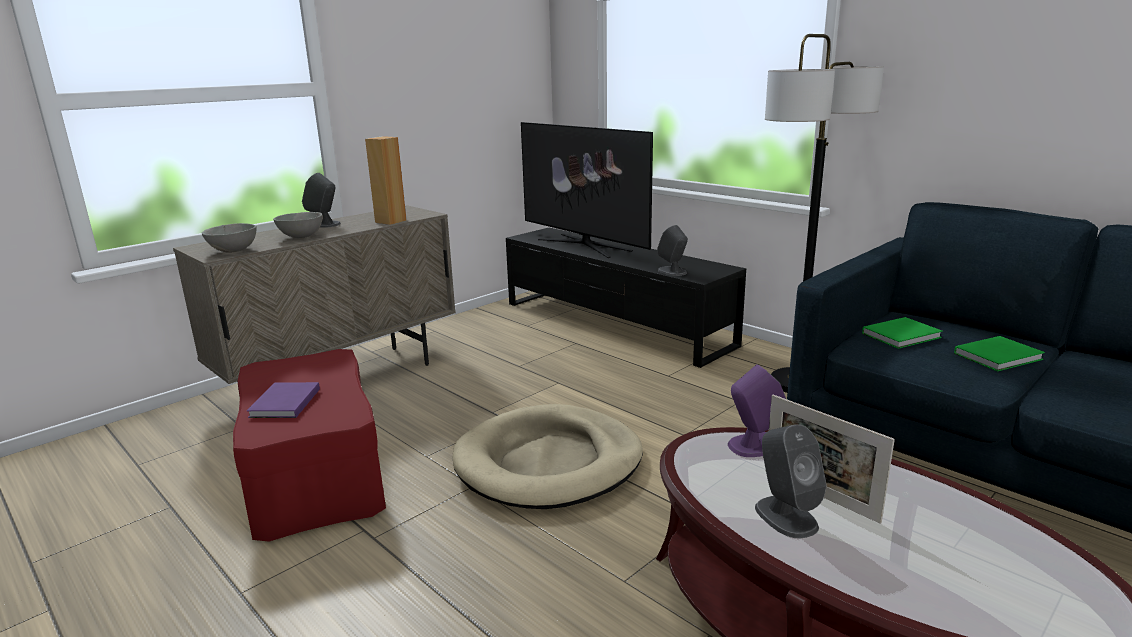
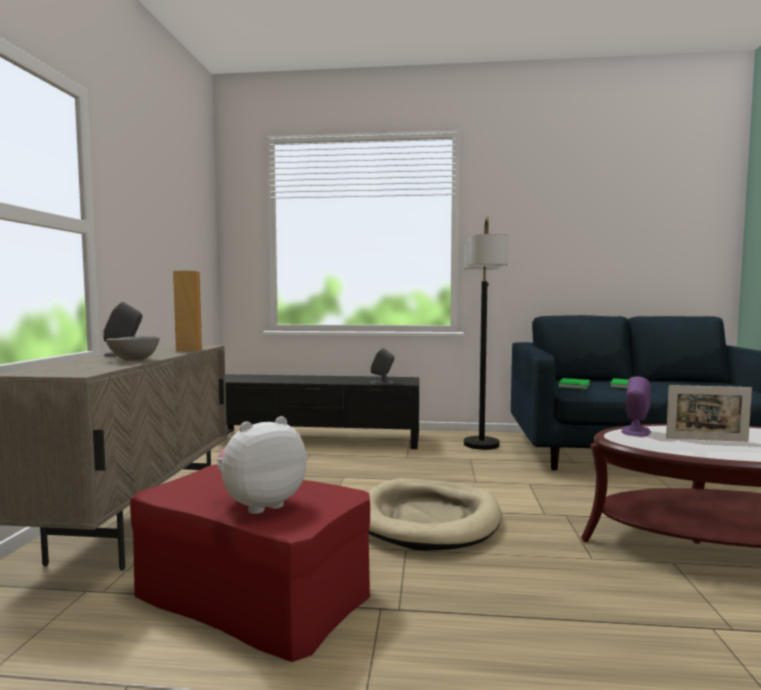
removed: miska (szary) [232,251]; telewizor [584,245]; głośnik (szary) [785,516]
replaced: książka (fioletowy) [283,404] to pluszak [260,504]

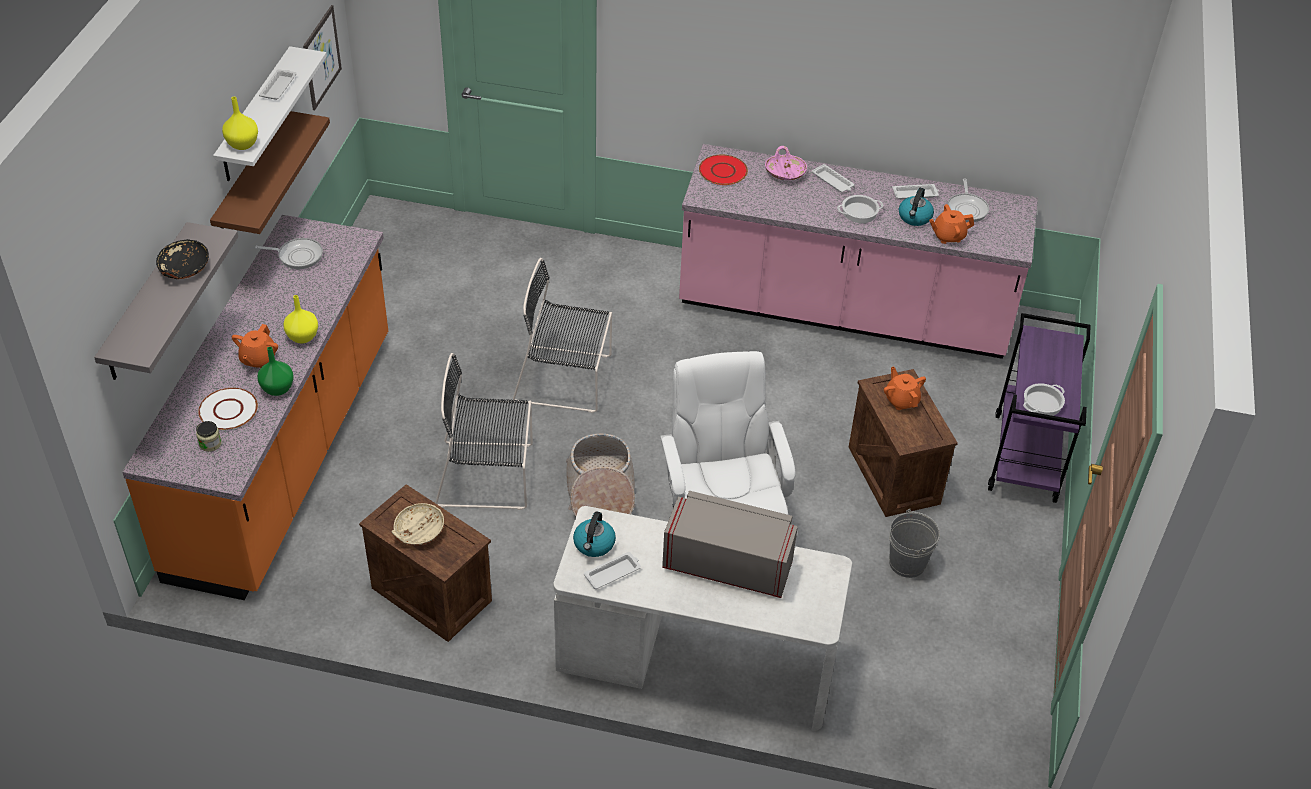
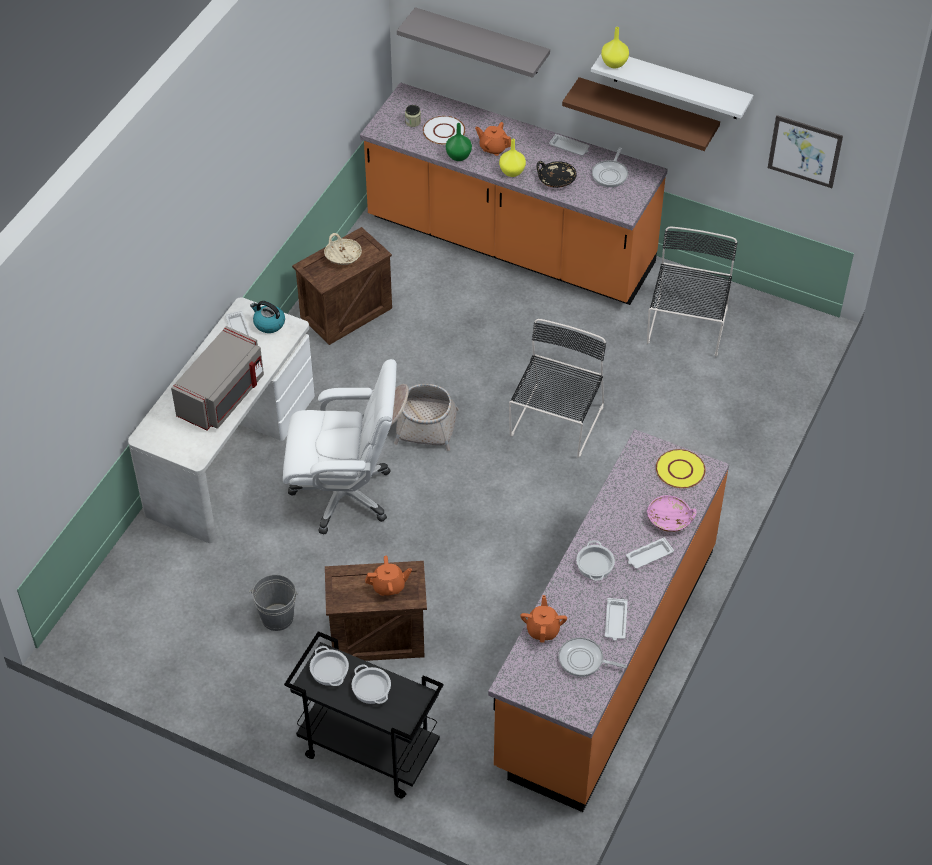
removed: czajnik [914,217]
added: garnek [372,688]
moved: miska (czarny) [184,268] to [556,179]; taca (biały) [279,87] to [570,147]; krzesło (czarny) [489,475] to [686,327]
recoloured: zabudowa kuchenna (różowy) [844,311] to zabudowa kuchenna (pomarańczowy) [605,657]; talerz (czerwony) [722,171] to talerz (żółty) [680,469]; wózek (fioletowy) [1026,458] to wózek (czarny) [367,752]

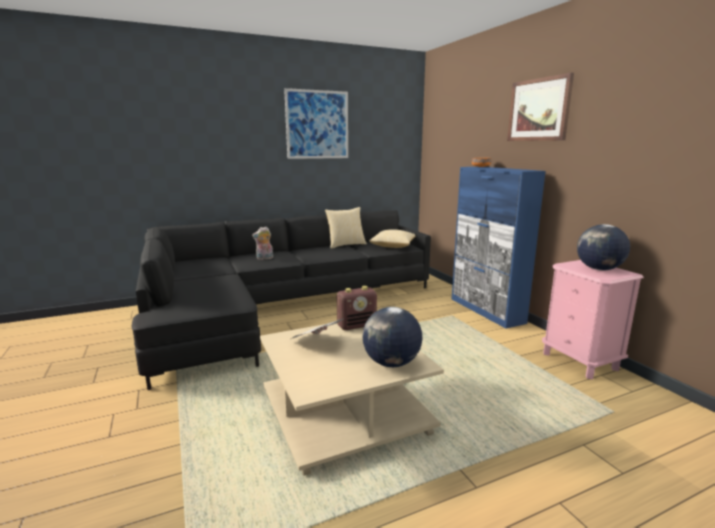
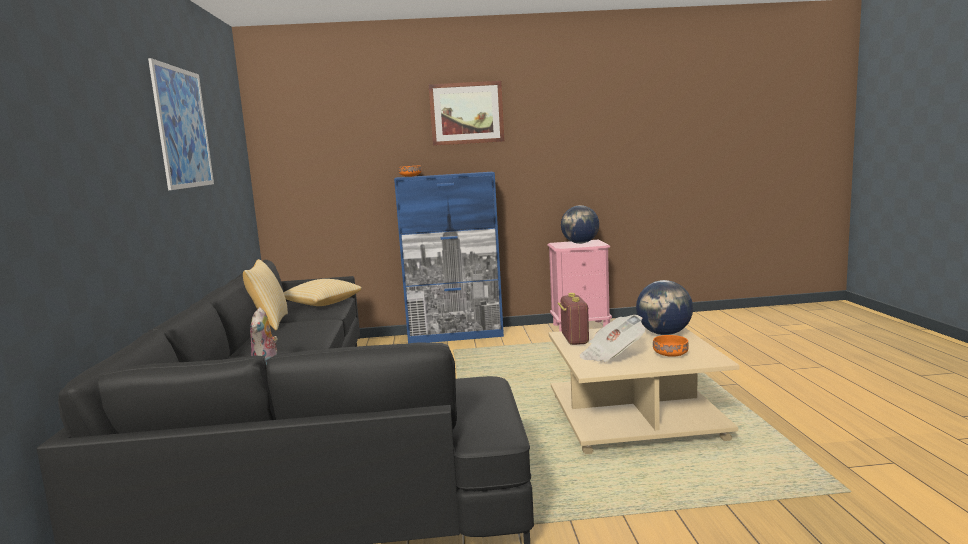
added: miska (pomarańczowy) [671,355]

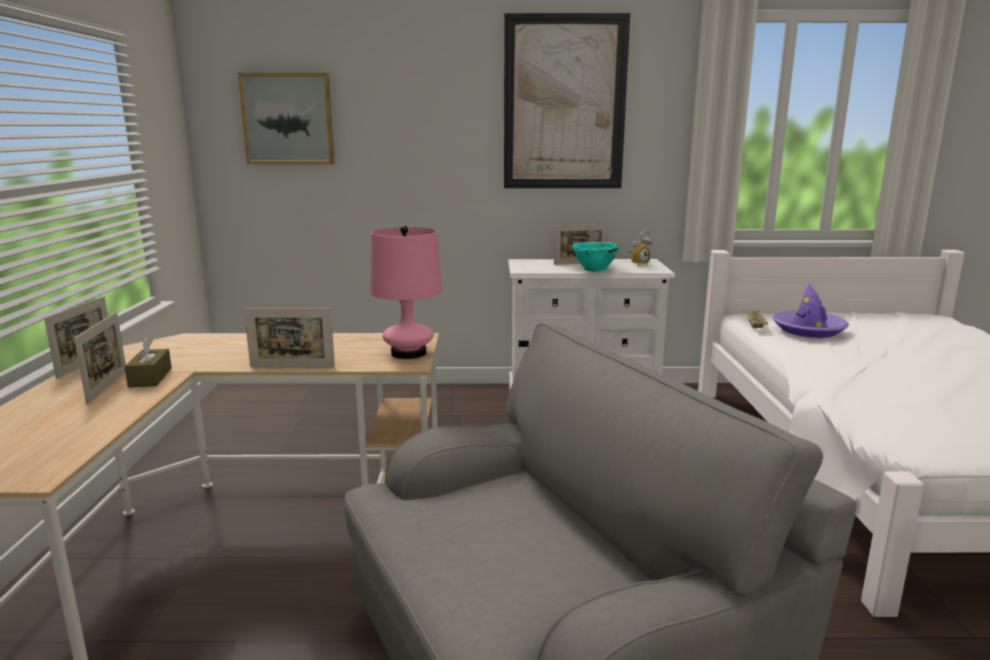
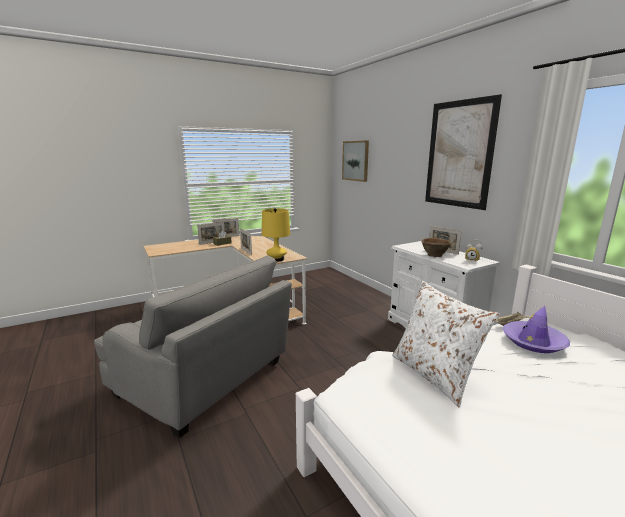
added: poduszka (biały) [434,375]
recoloured: lampa stołowa (różowy) [408,353] to lampa stołowa (żółty) [276,259]; miska (turkusowy) [594,269] to miska (brązowy) [434,255]

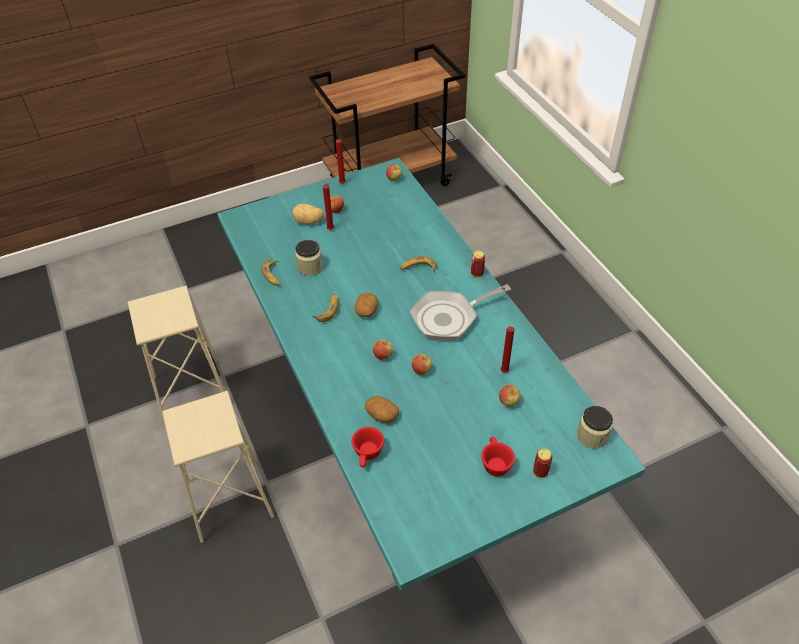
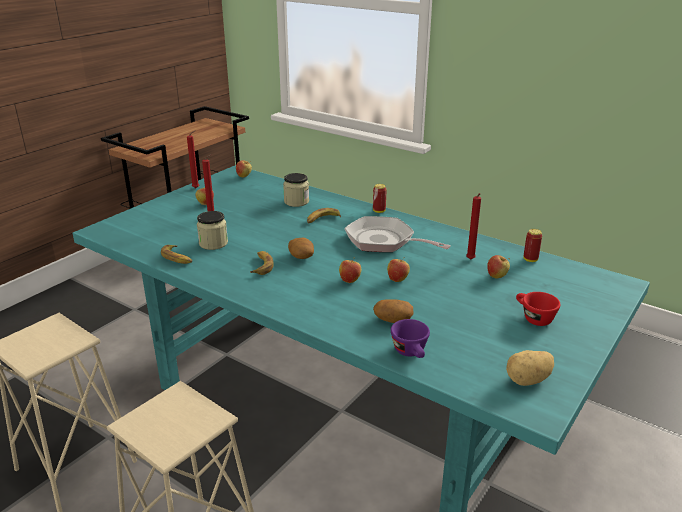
moved: ziemniak [308,222] to [528,380]; puszka [540,472] to [530,259]; słoik [592,435] to [296,202]
recoloured: filiżanka (czerwony) [368,455] to filiżanka (fioletowy) [411,353]
turned: patelnia [448,318] = [384,241] 90 degrees clockwise

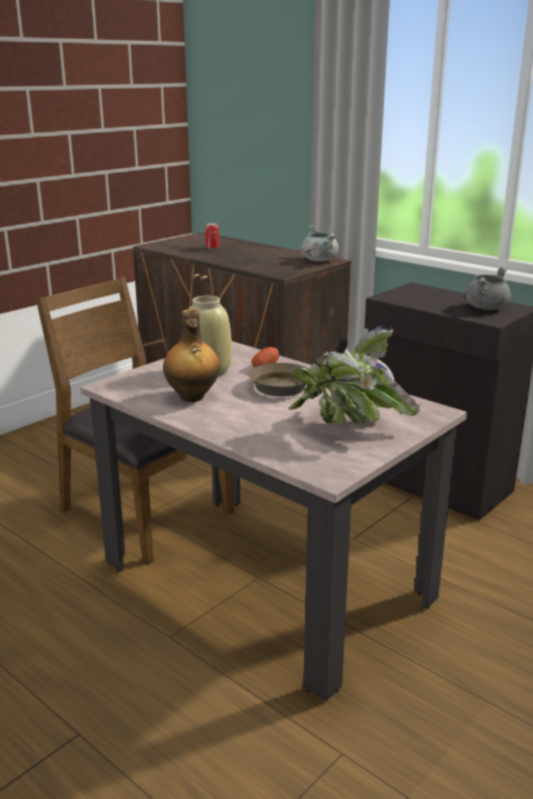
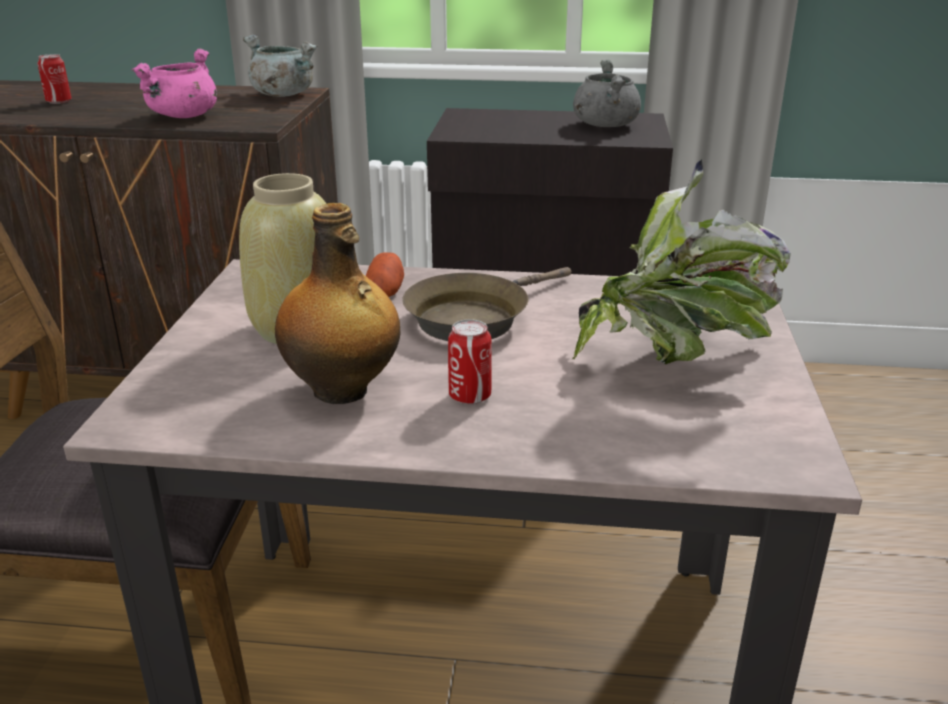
added: garnek (różowy) [183,116]; puszka [470,396]

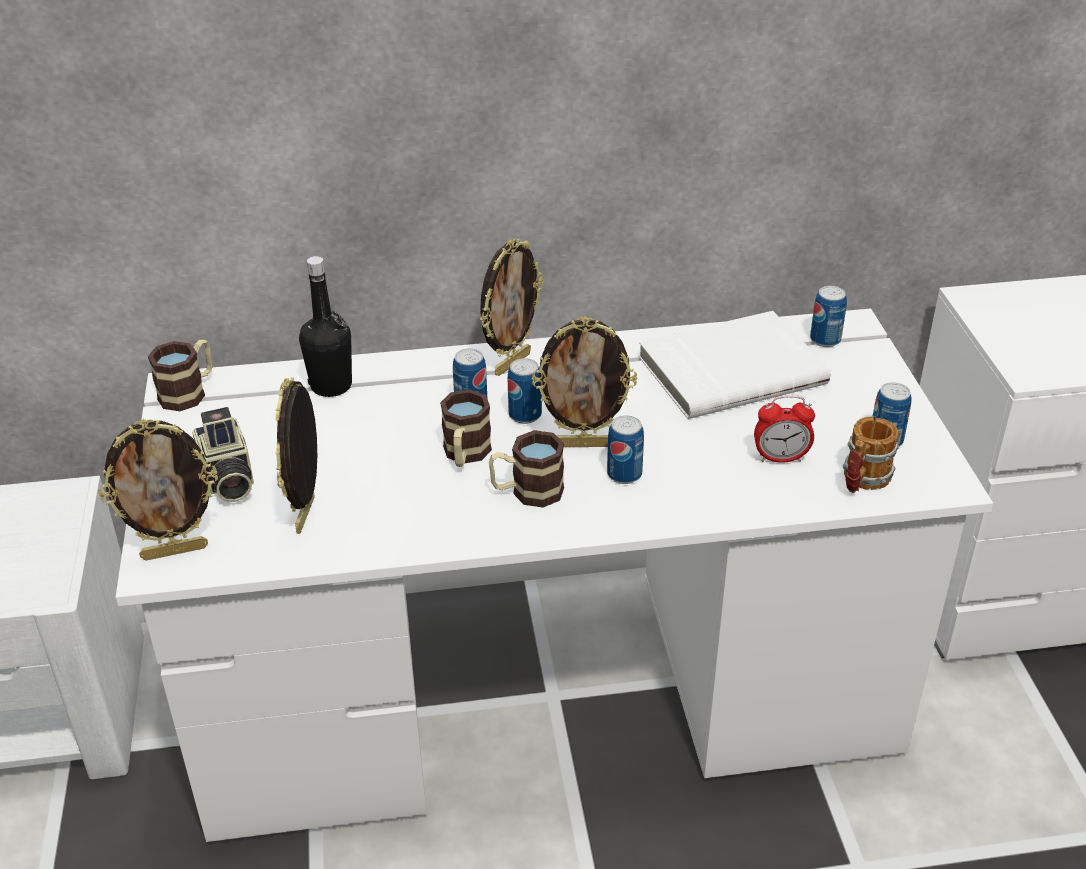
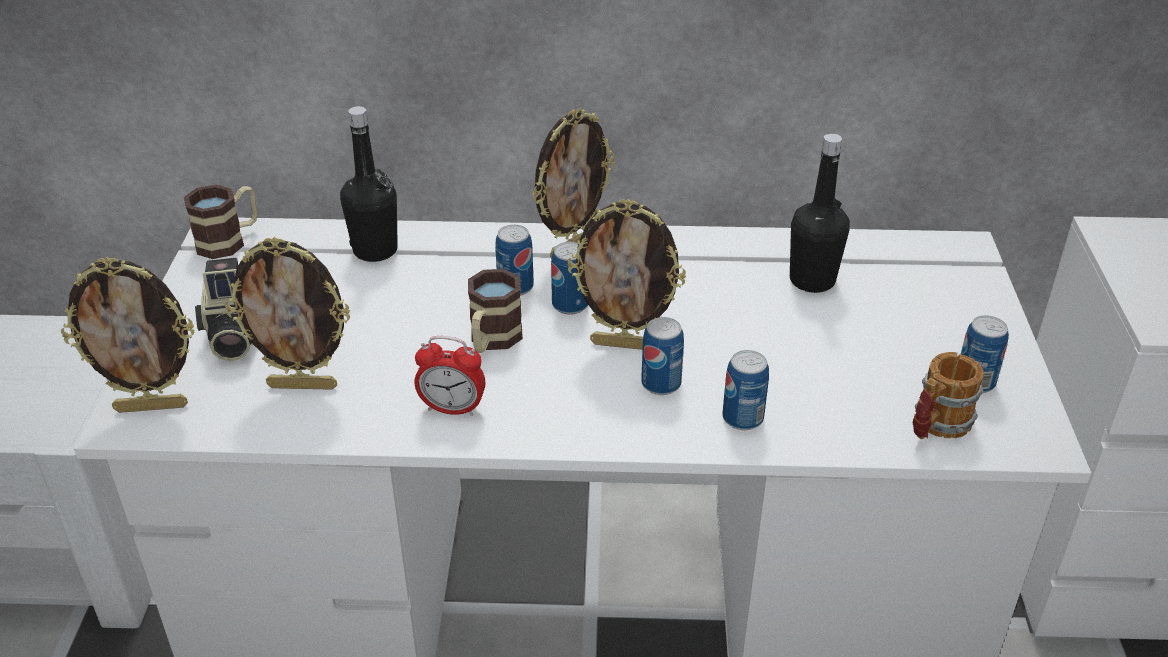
removed: kubek [527,492]
moved: budzik [780,458] to [452,409]; puszka [825,340] to [742,418]
replaced: książka (biały) [730,369] to butelka (czarny) [812,280]
turned: ramka na zdjęcie [308,515] = [303,385] 105 degrees counterclockwise

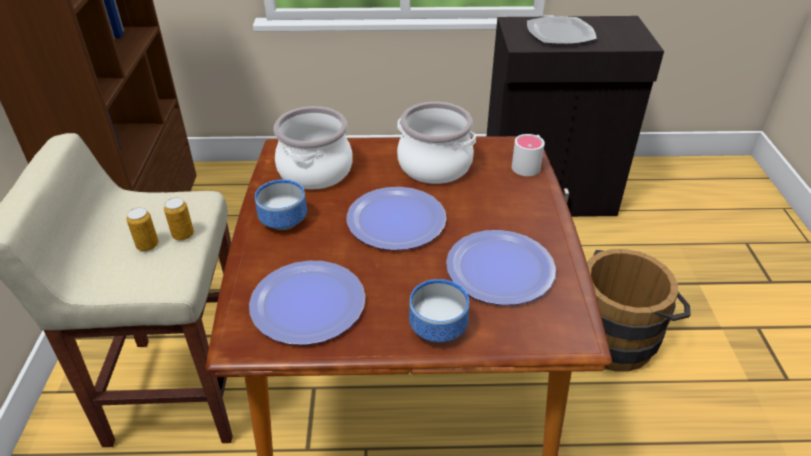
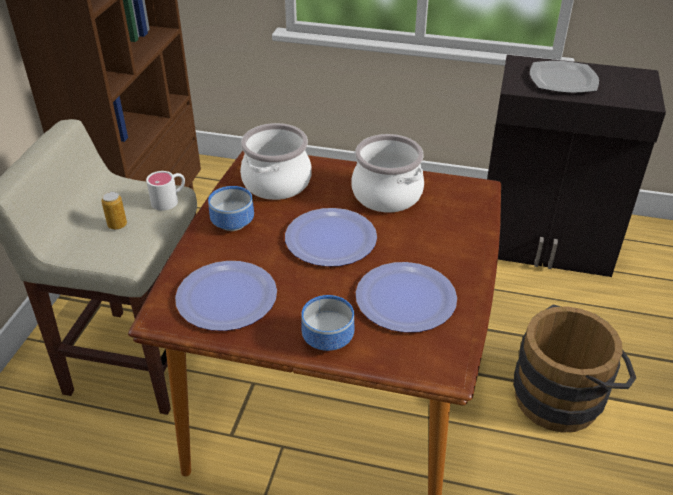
removed: puszka [183,235]
moved: kubek (biały) [528,164] to [170,199]

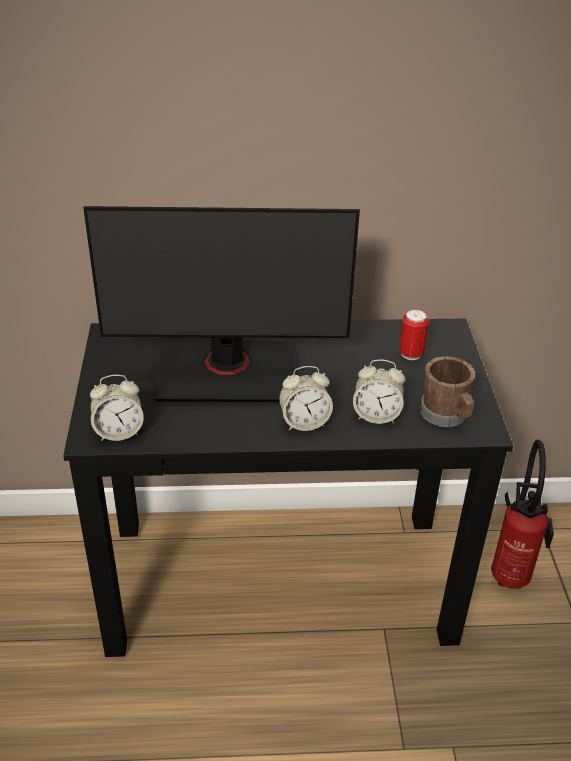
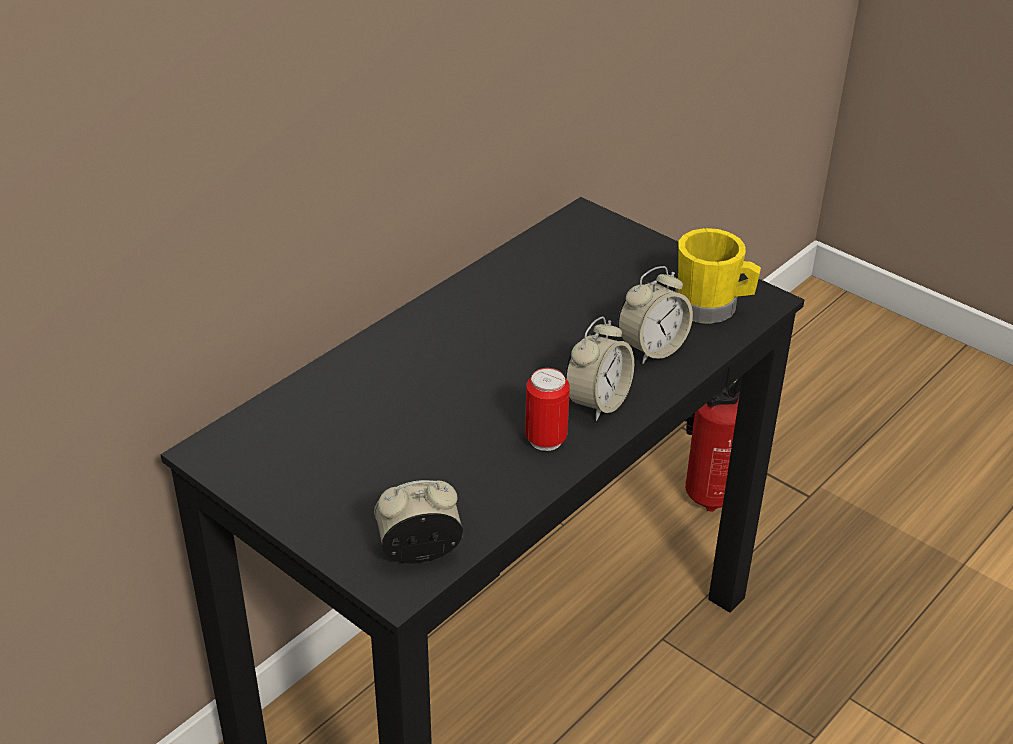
removed: monitor [227,371]
moved: puszka [411,354] to [545,440]
recoloured: kubek (brązowy) [446,416] to kubek (żółty) [712,307]
turned: budzik [119,432] = [420,553] 135 degrees counterclockwise

